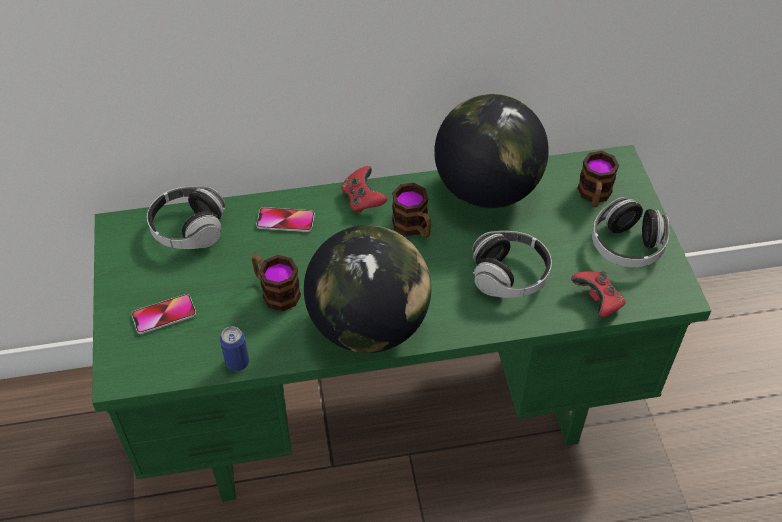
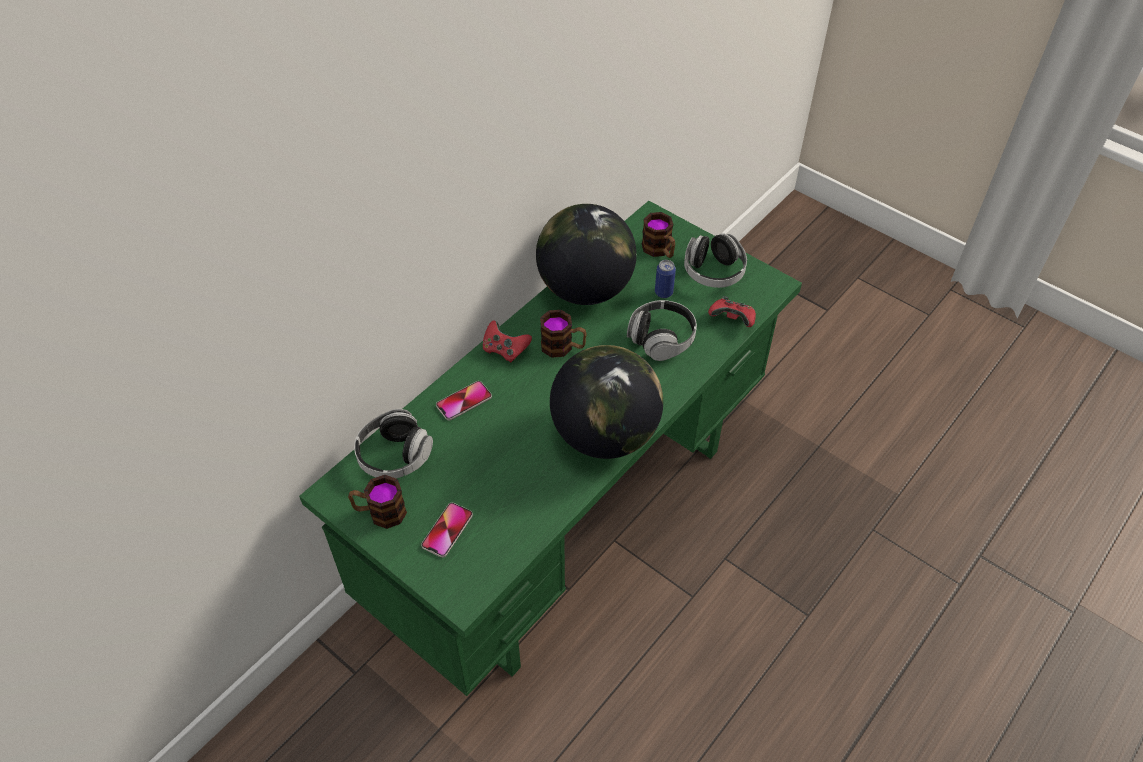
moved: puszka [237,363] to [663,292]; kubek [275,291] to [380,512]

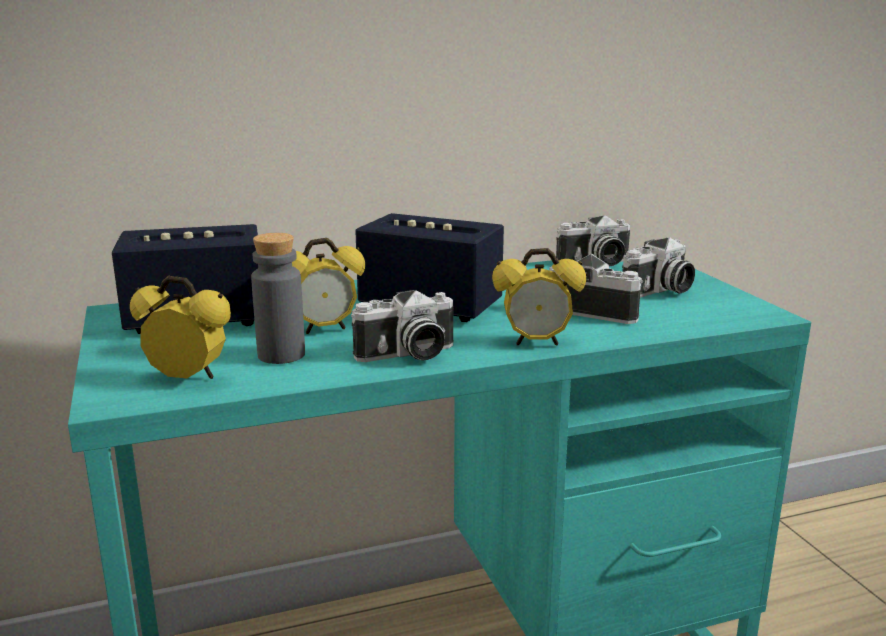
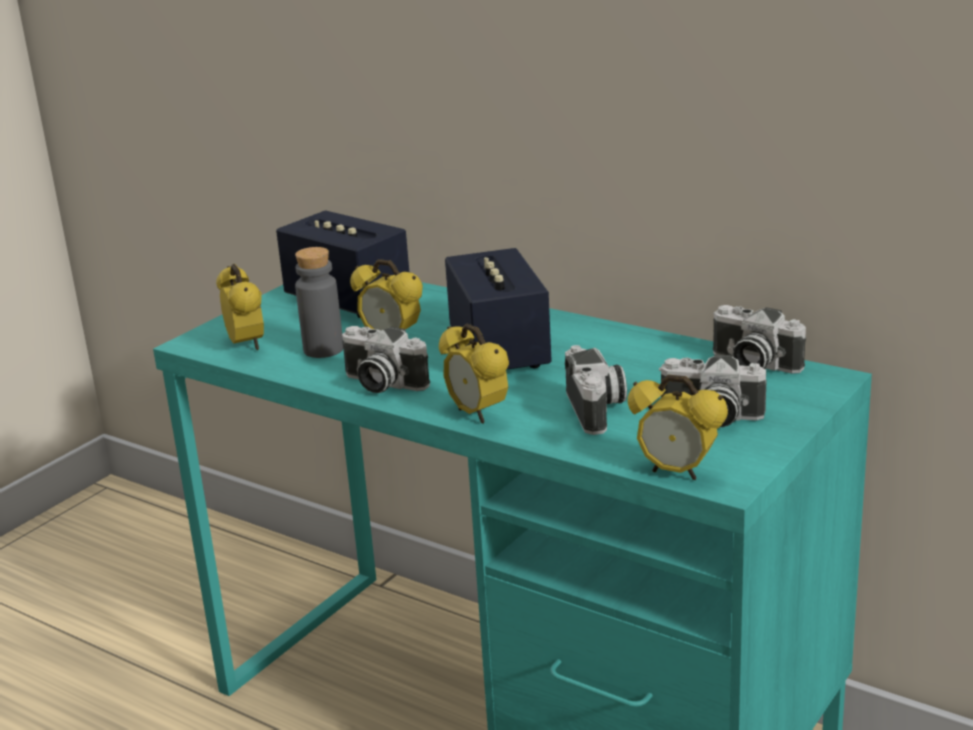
added: budzik [677,472]

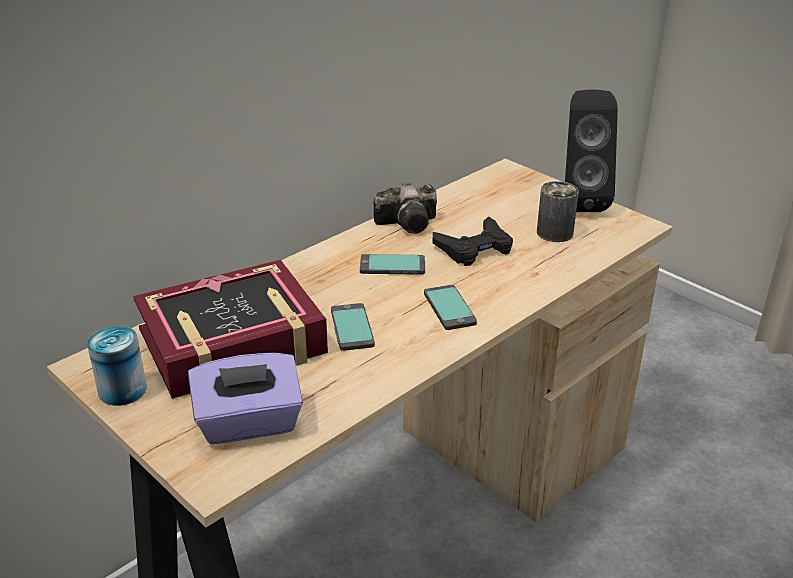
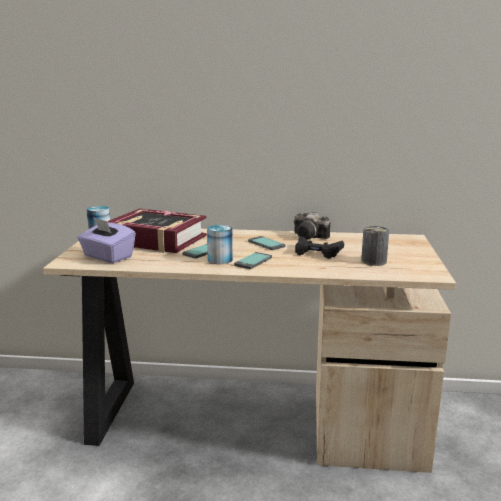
removed: głośnik (czarny) [580,201]
added: puszka [220,260]

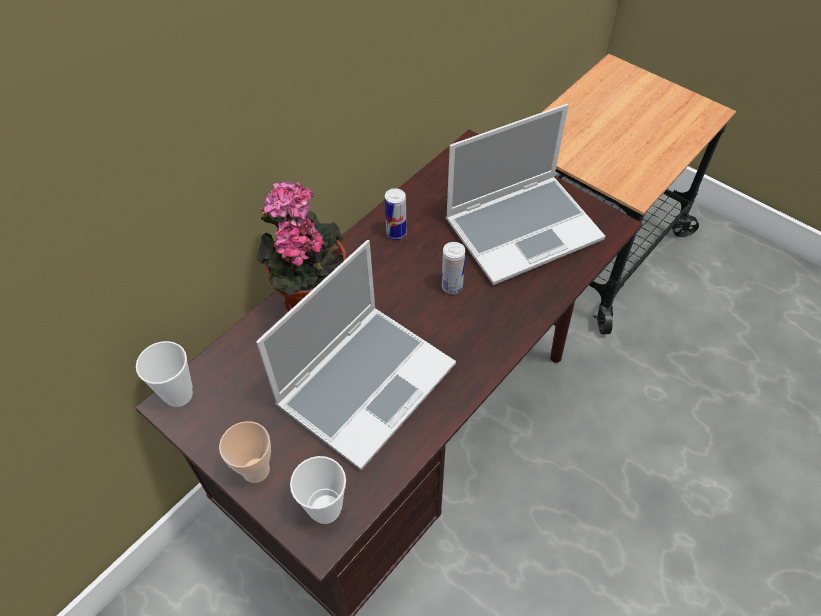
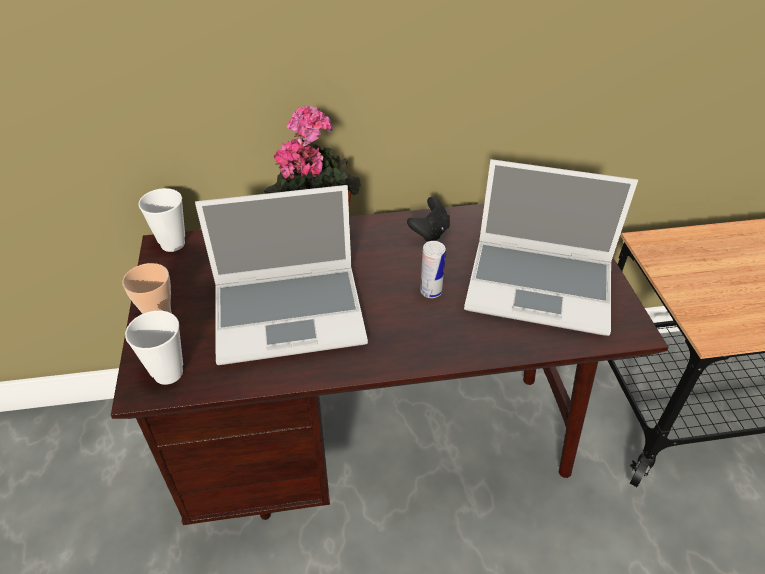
replaced: puszka [396,233] to pad do gier (czarny) [430,233]

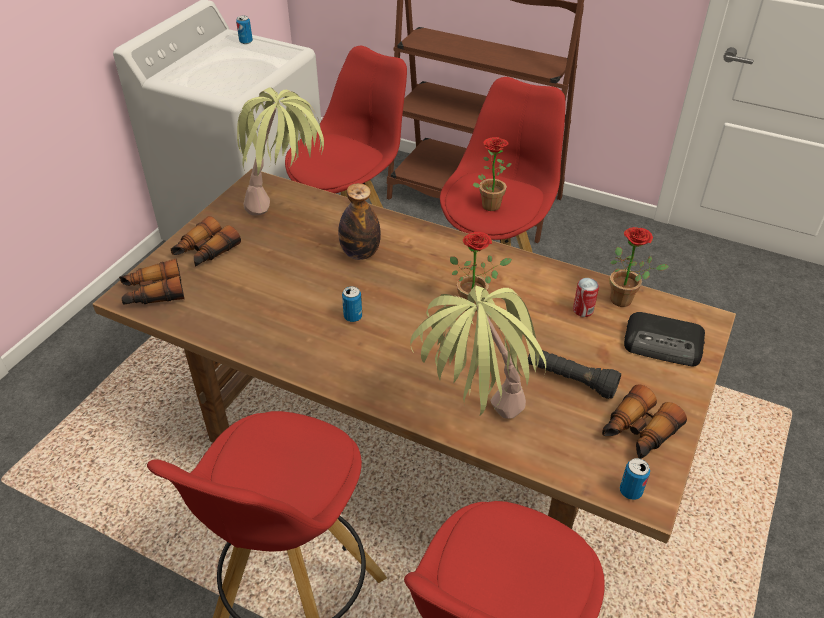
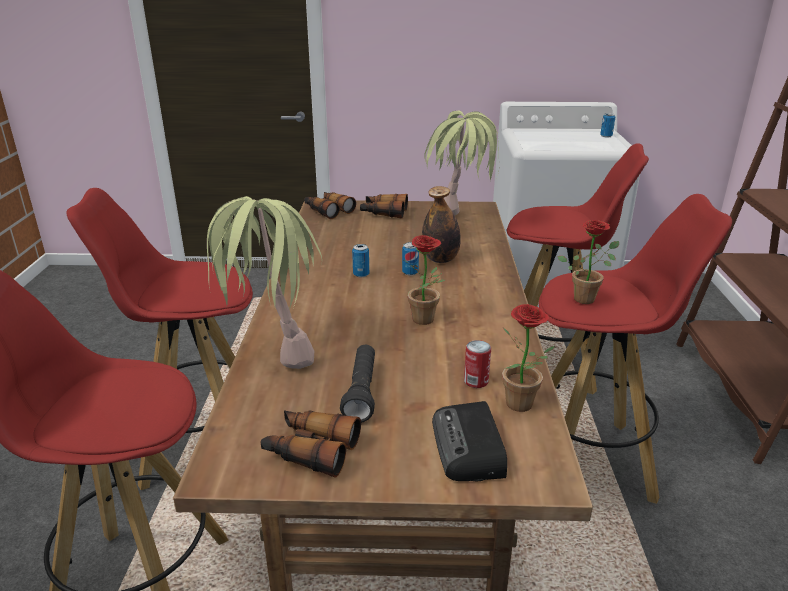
moved: puszka [630,491] to [410,272]

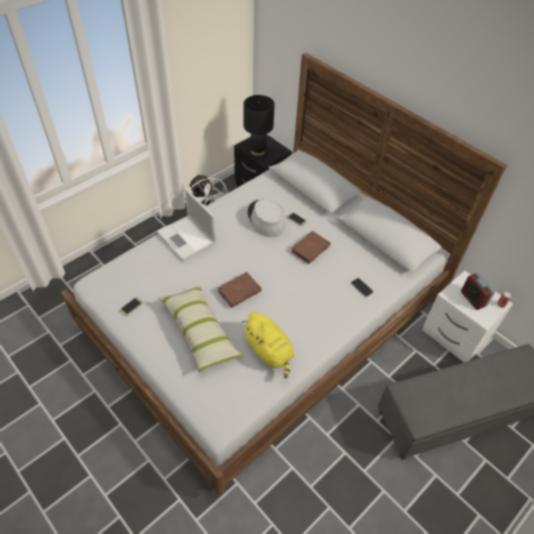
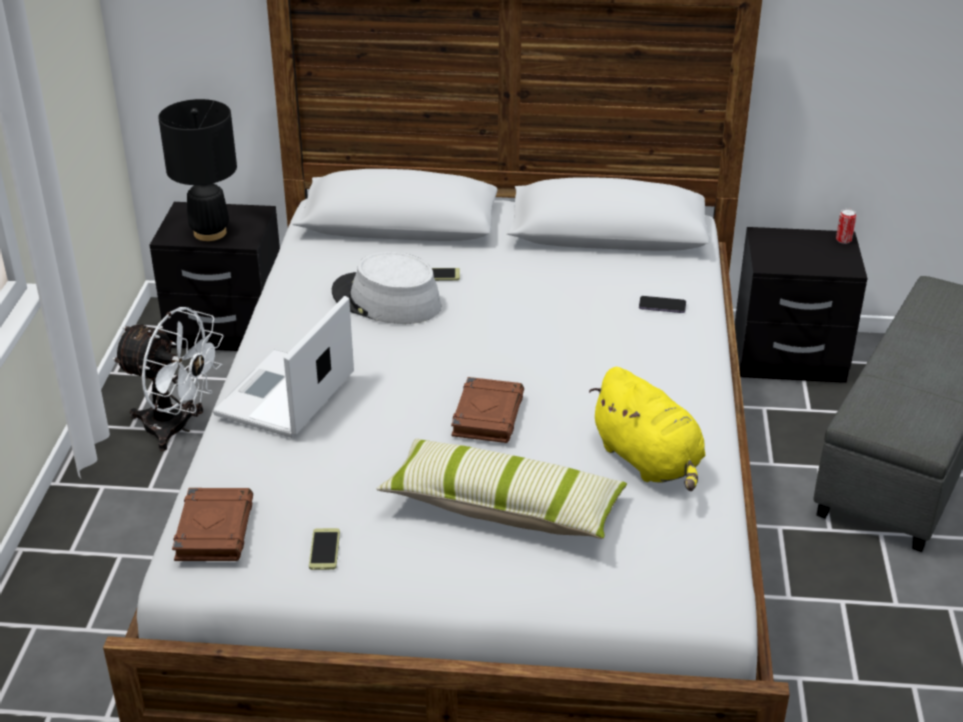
removed: budzik [473,299]
moved: książka (brązowy) [310,249] to [214,529]
recoloured: szafka nocna (biały) [454,336] to szafka nocna (czarny) [788,358]
turned: laptop [187,238] = [284,396] 105 degrees clockwise; pluszak (żółty) [269,351] = [649,461] 45 degrees clockwise

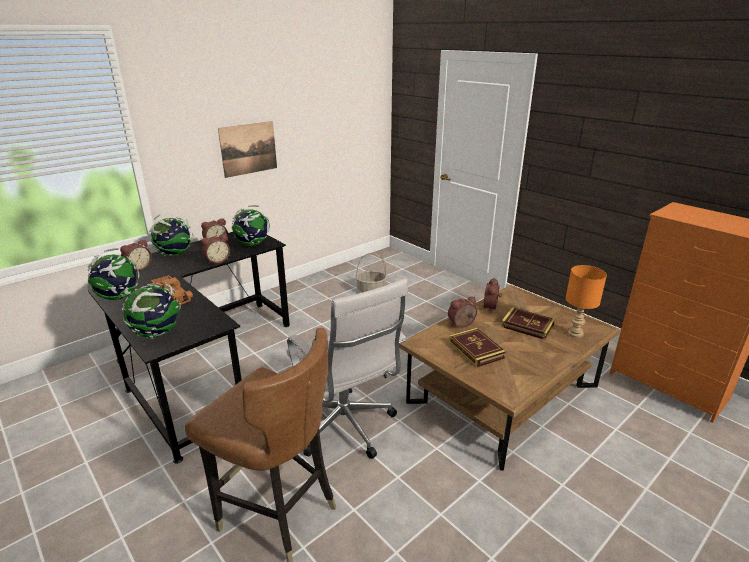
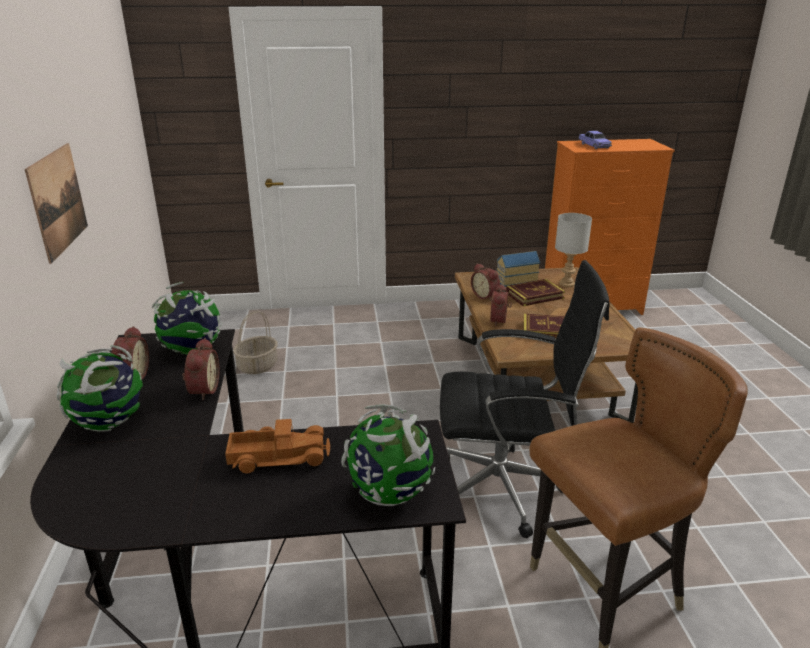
removed: globus [118,297]; budzik [138,268]
added: domek [515,280]; samochodzik [594,146]
recoloured: krzesło biurowe (biały) [347,428] to krzesło biurowe (czarny) [505,490]; lampa stołowa (pomarańczowy) [576,334] to lampa stołowa (szary) [567,284]

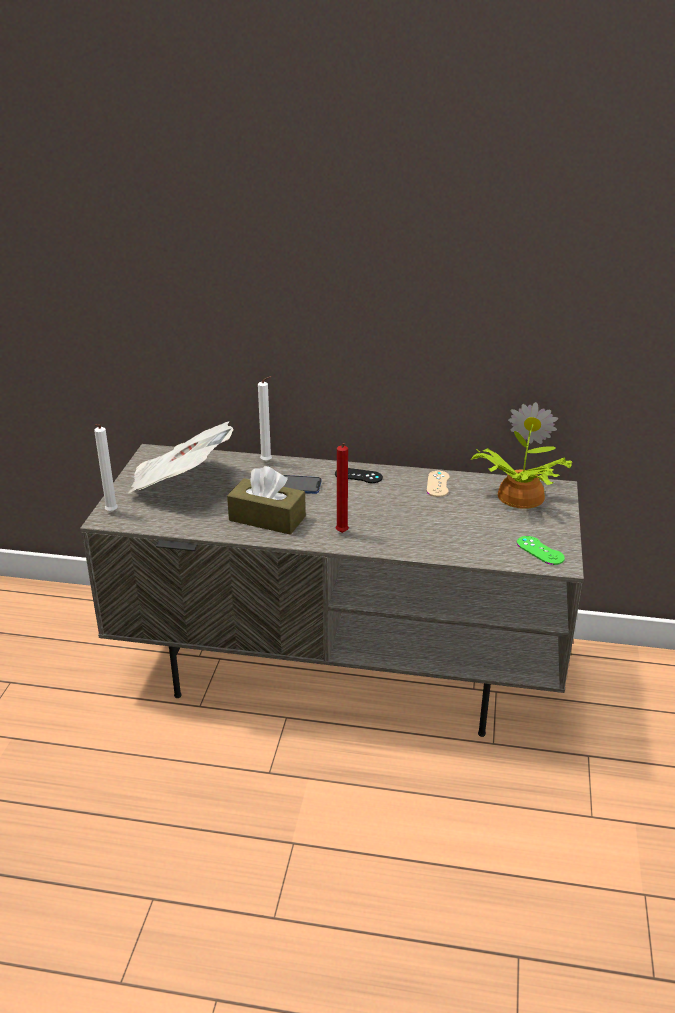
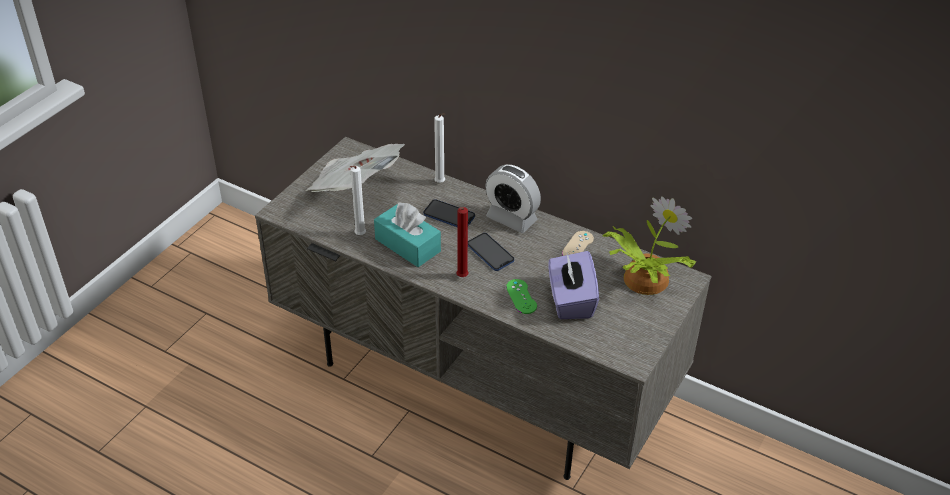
added: telefon [490,253]; pudełko chusteczek (fioletowy) [570,300]
moved: świeca (biały) [111,513] to [359,236]; pad do gier (zielony) [540,550] to [521,296]
replaced: pad do gier (czarny) [358,476] to budzik [511,219]
recoloured: pudełko chusteczek (brązowy) [267,518] to pudełko chusteczek (turkusowy) [407,245]

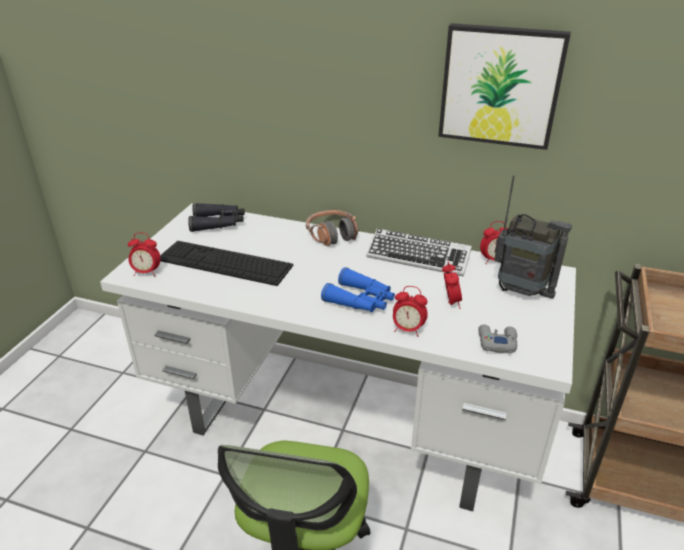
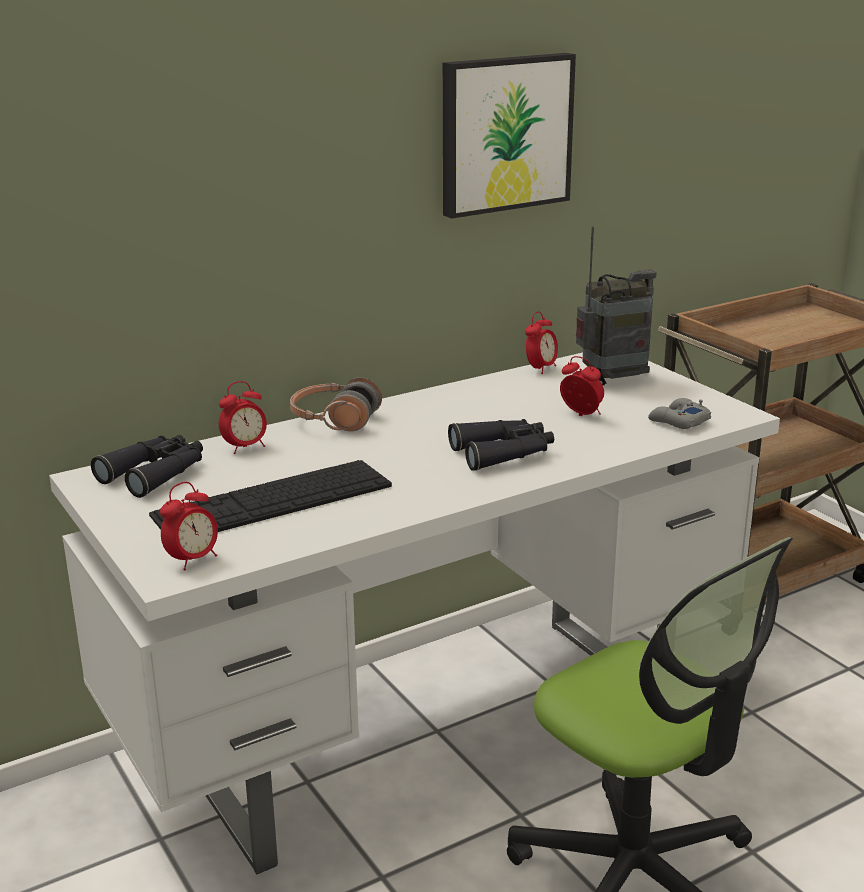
removed: klawiatura [418,257]
moved: budzik [408,330] to [245,447]
recoloured: lornetka (niebieski) [360,300] to lornetka (czarny) [504,453]

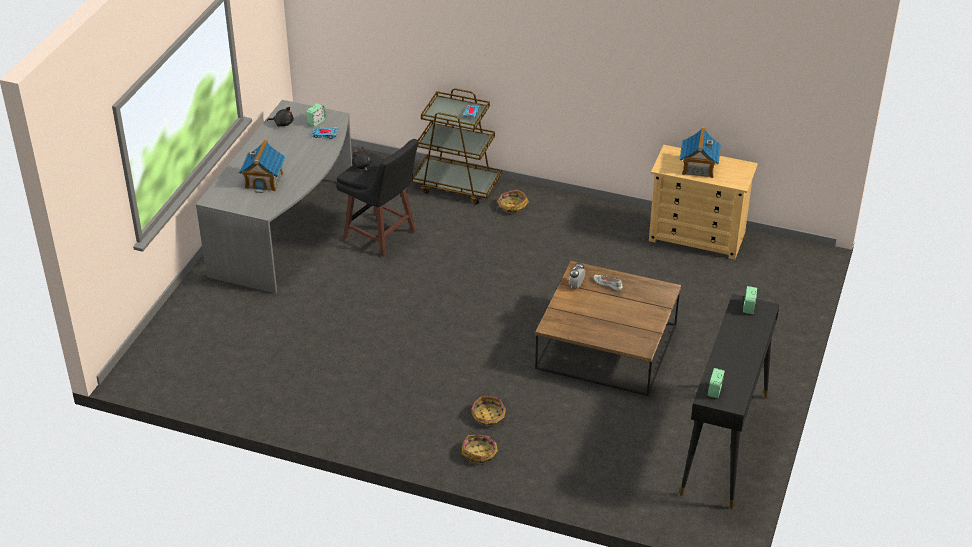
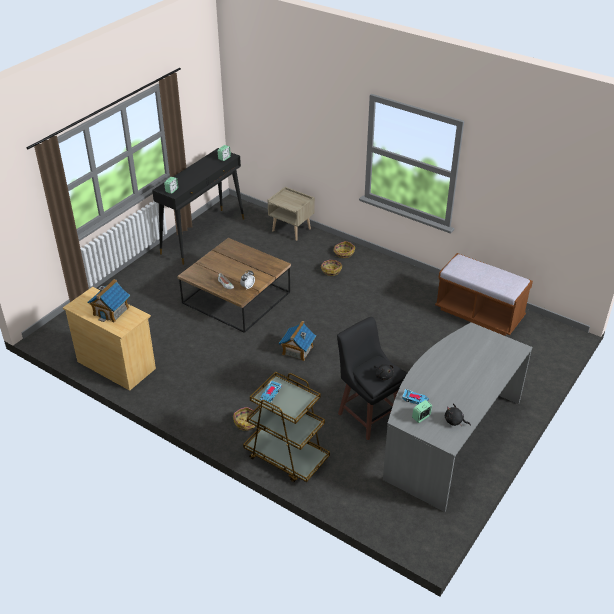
added: szafka nocna (beżowy) [292,230]; ławka (brązowy) [479,314]
moved: domek [264,180] to [297,350]

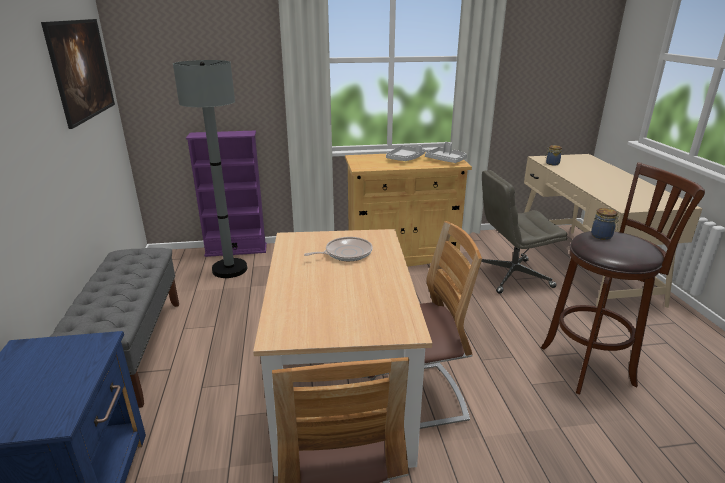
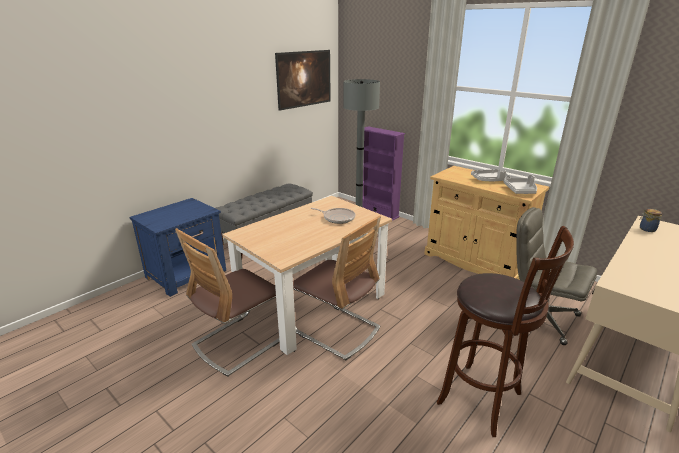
removed: słoik [602,236]

